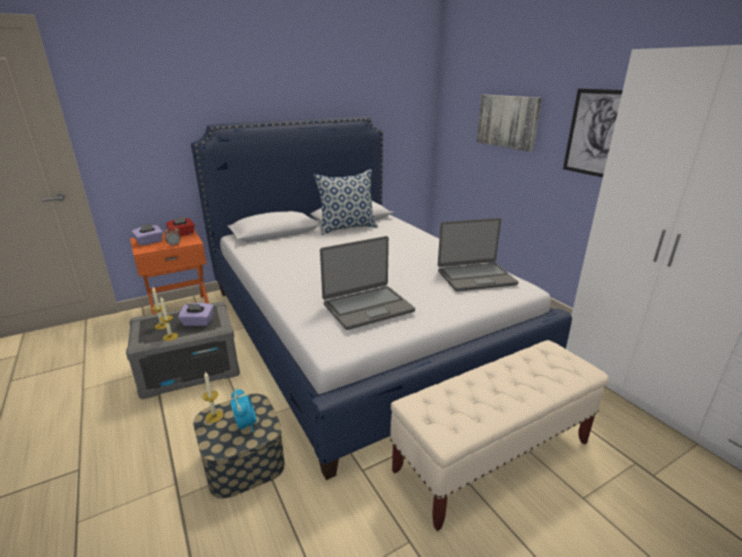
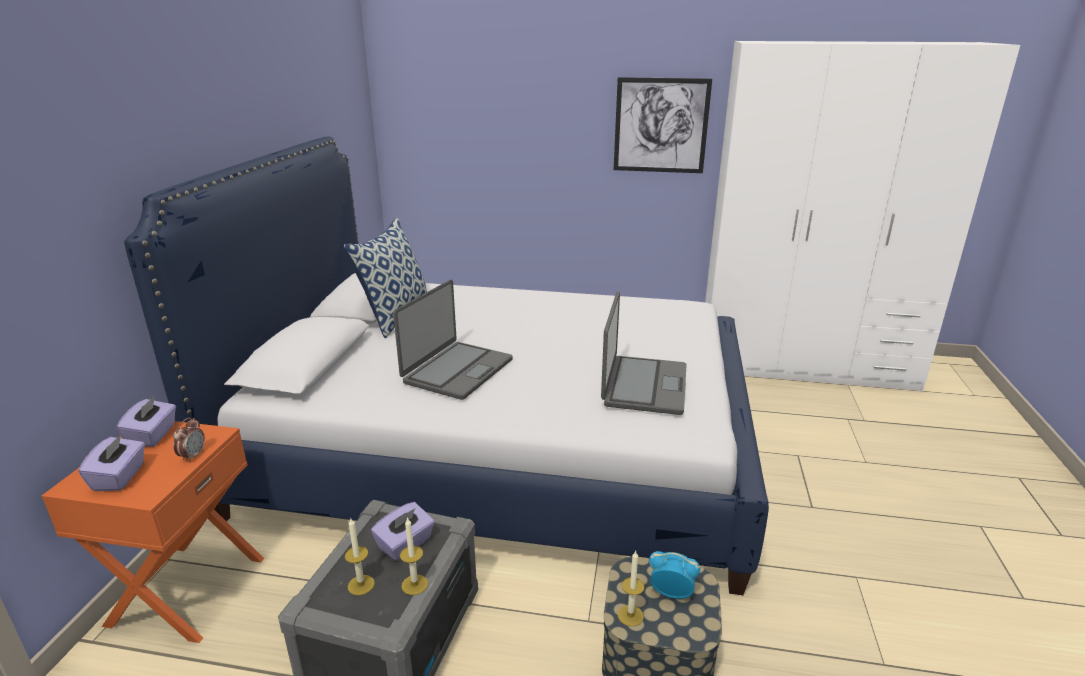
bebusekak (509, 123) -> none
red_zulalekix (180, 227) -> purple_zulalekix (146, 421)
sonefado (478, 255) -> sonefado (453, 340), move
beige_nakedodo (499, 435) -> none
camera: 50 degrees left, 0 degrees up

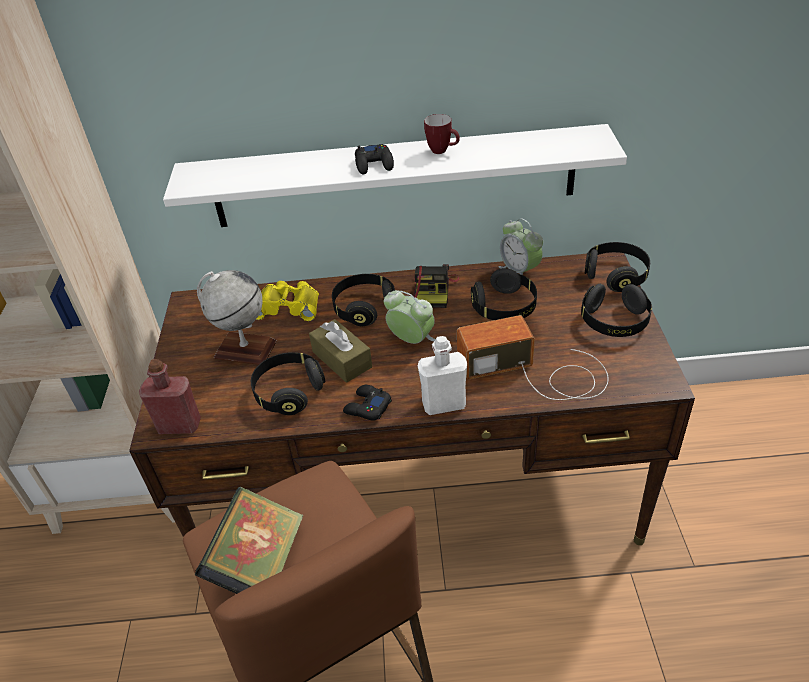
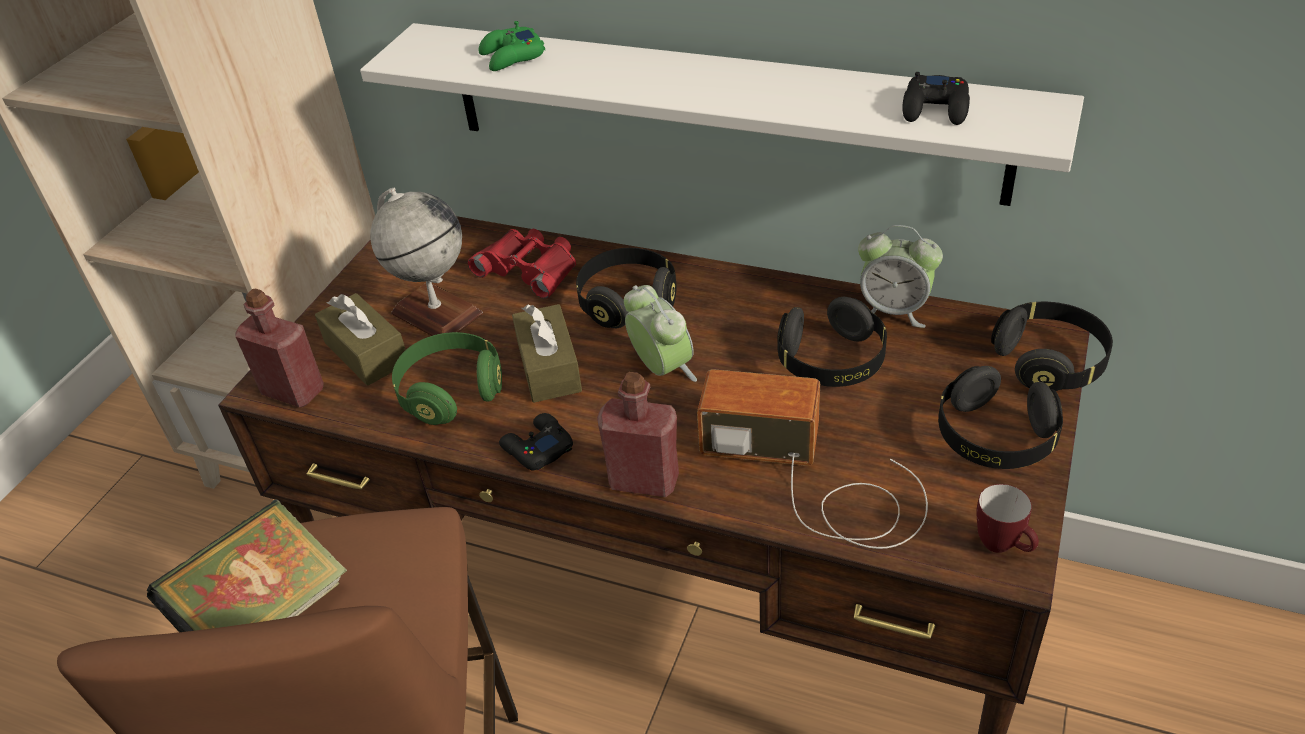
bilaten (442, 134) -> bilaten (1007, 518), move
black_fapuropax (374, 159) -> black_fapuropax (936, 98), move
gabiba (520, 246) -> gabiba (900, 276), 60 degrees counterclockwise
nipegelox (436, 286) -> none
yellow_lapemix (287, 301) -> red_lapemix (522, 264)
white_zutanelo (442, 375) -> red_zutanelo (638, 434)
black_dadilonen (288, 383) -> green_dadilonen (447, 378)
none -> green_fapuropax (511, 46)
none -> brown_zulalekix (360, 339)
camera: 25 degrees right, 0 degrees up

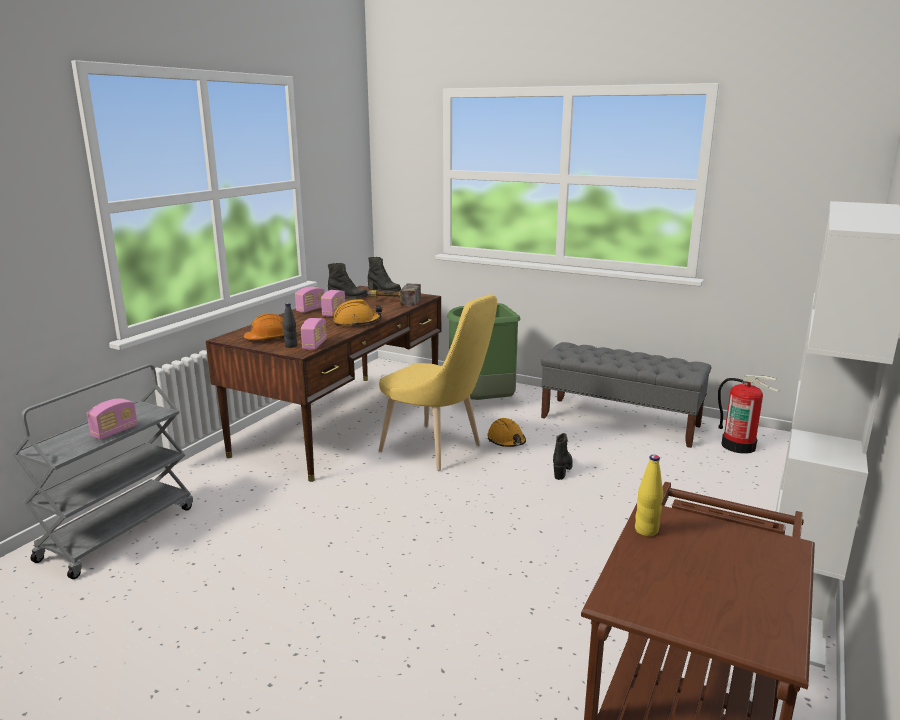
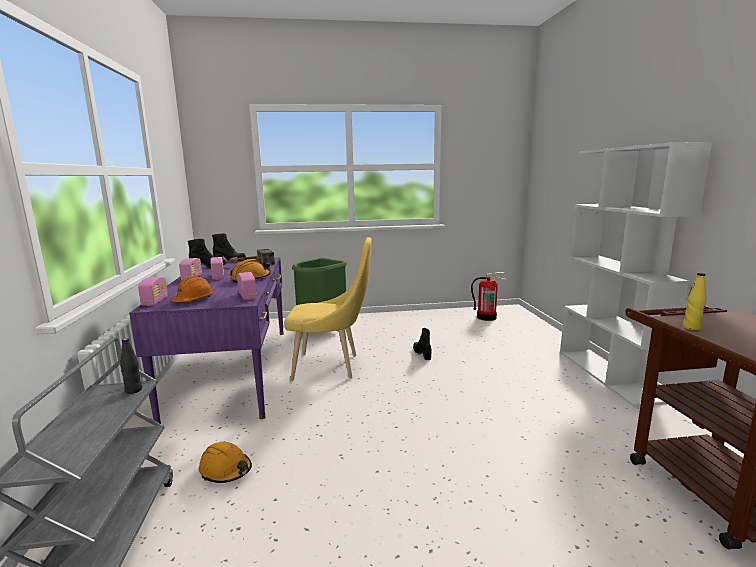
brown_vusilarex (323, 384) -> purple_vusilarex (206, 340)
black_zutanelo (290, 325) -> black_zutanelo (131, 366), move
grey_nakedodo (626, 395) -> none
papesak (112, 419) -> papesak (153, 291), move
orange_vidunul (506, 432) -> orange_vidunul (225, 462), move
camera: 35 degrees left, 5 degrees down

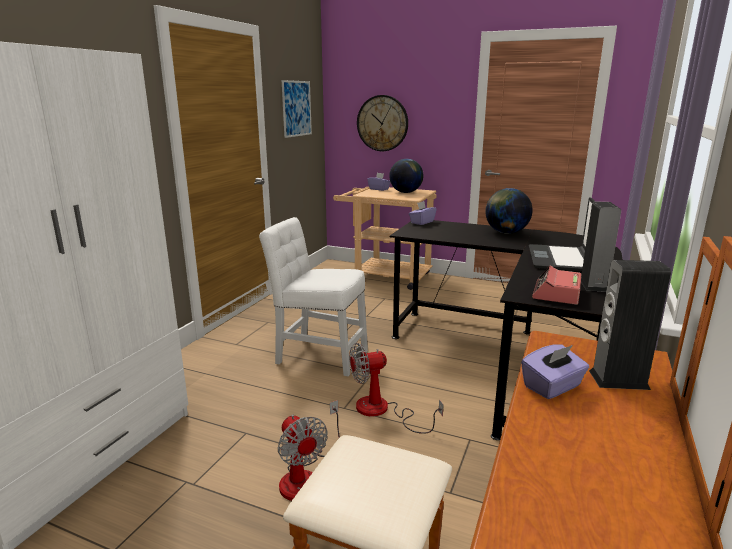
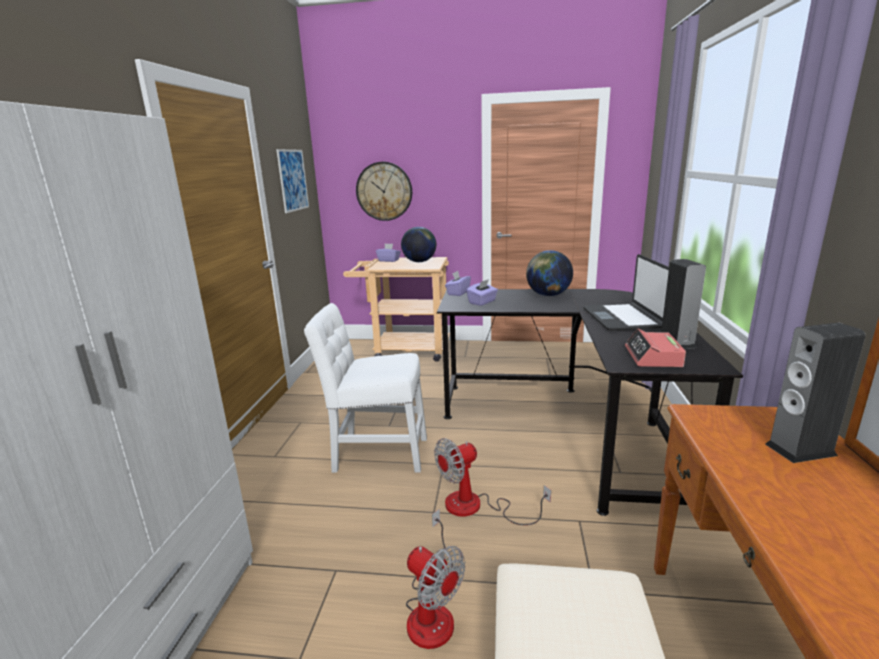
purple_zulalekix (555, 371) -> purple_zulalekix (482, 292), move
camera: 15 degrees left, 0 degrees up

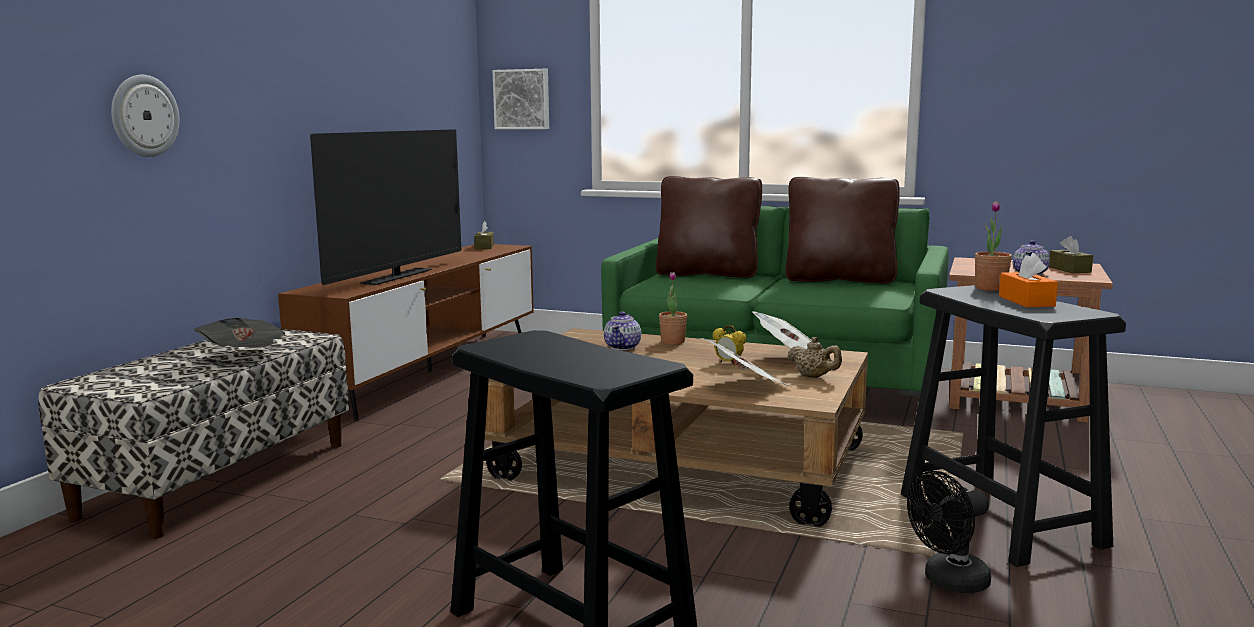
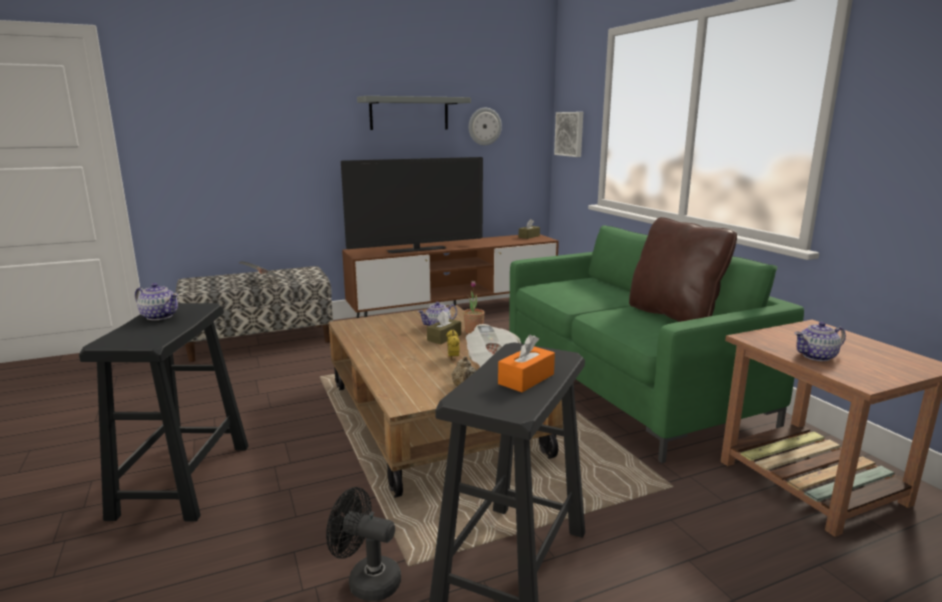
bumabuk (145, 116) -> bumabuk (485, 126), move
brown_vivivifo (709, 227) -> none
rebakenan (993, 246) -> none
brown_zulalekix (1071, 254) -> brown_zulalekix (444, 327), move
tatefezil (746, 362) -> none
none -> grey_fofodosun (414, 113)
none -> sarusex (156, 301)
camera: 45 degrees right, 5 degrees up

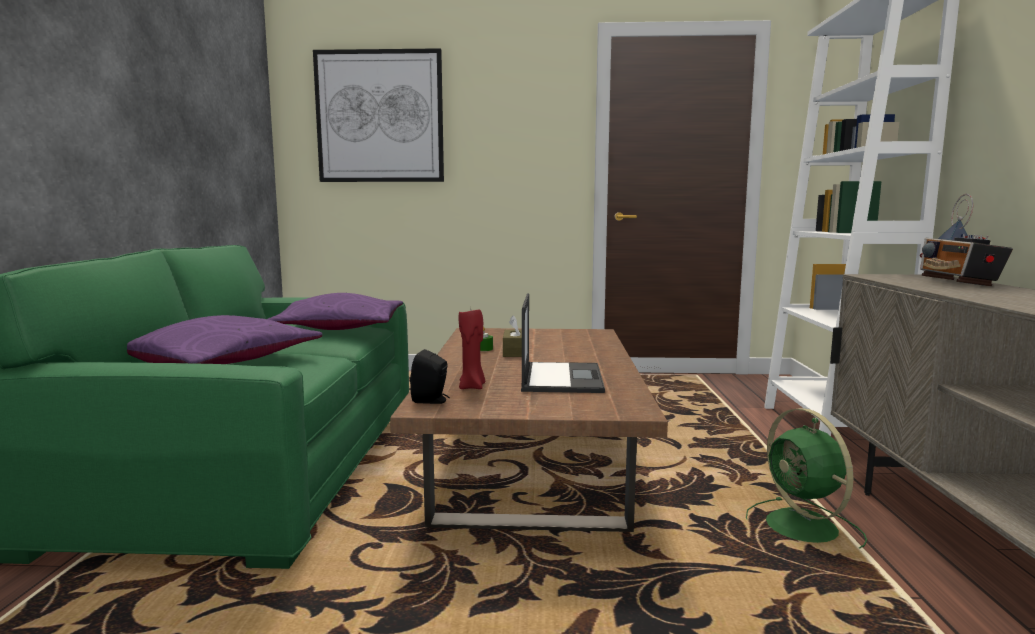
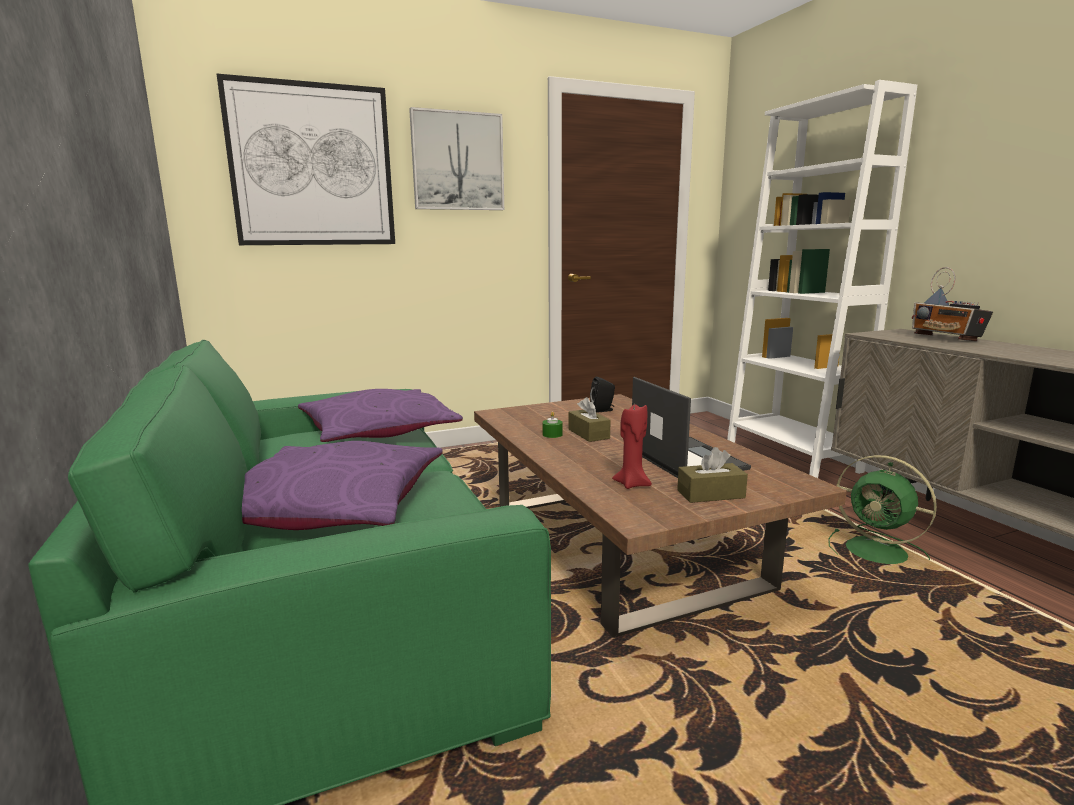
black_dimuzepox (430, 376) -> black_dimuzepox (602, 394), move
none -> bebusekak (456, 158)
none -> brown_zulalekix (712, 475)
camera: 25 degrees left, 5 degrees up

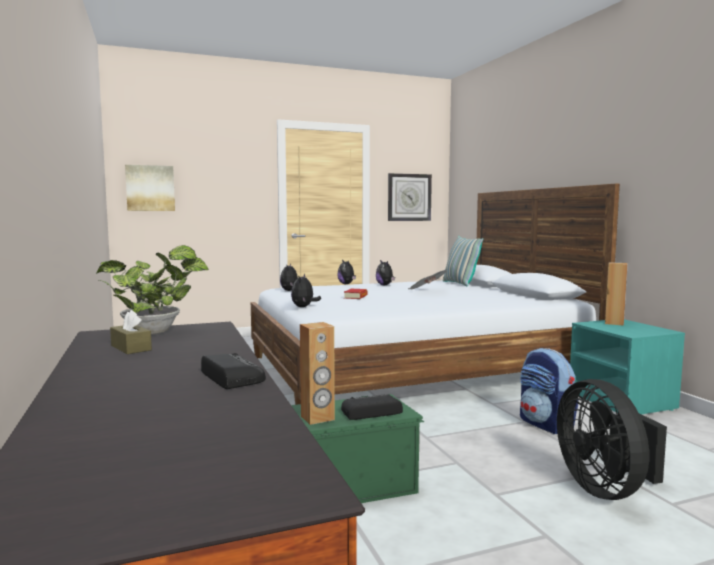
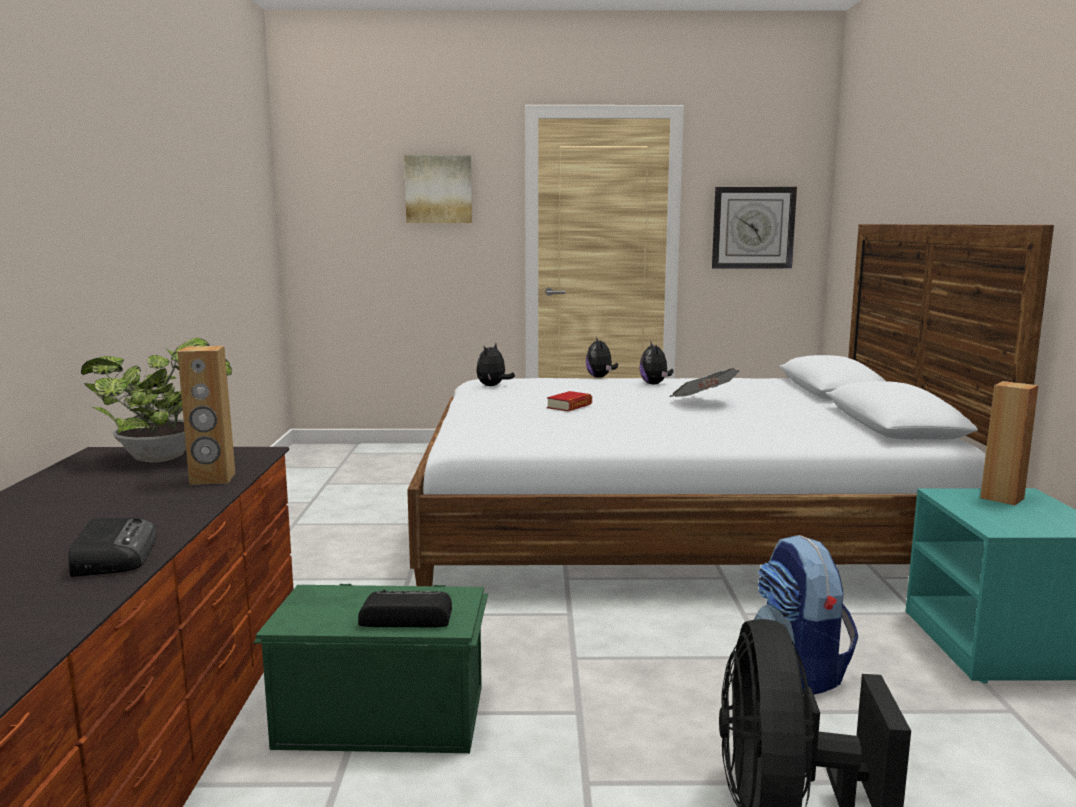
bebusekak (150, 188) -> bebusekak (438, 189), move
vivivifo (463, 261) -> none
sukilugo (306, 290) -> none
brown_zulalekix (131, 332) -> none
brown_dimuzepox (317, 373) -> brown_dimuzepox (206, 415), move
camera: 20 degrees right, 5 degrees up

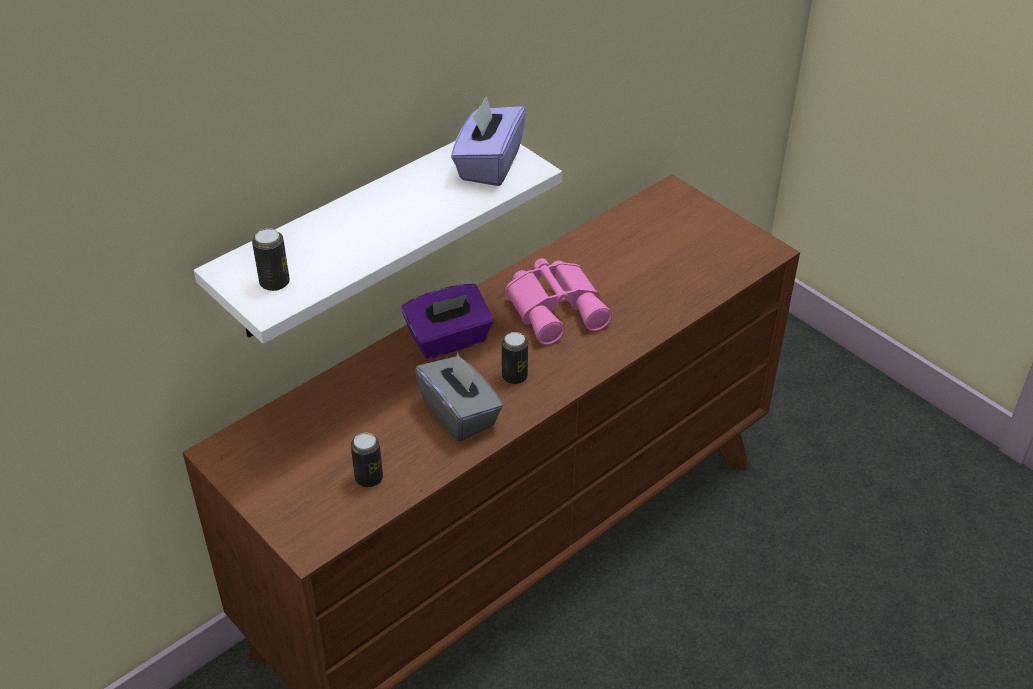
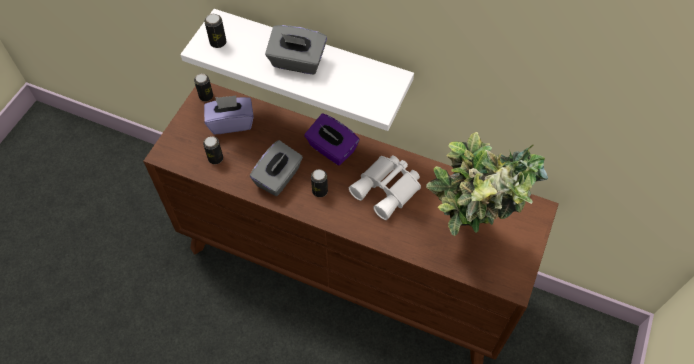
purple_zulalekix (488, 141) -> purple_zulalekix (229, 114), move
pink_lapemix (558, 301) -> white_lapemix (385, 187)
none -> grey_zulalekix (296, 50)
none -> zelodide (203, 87)
none -> rebakenan (487, 184)
camera: 65 degrees right, 15 degrees up

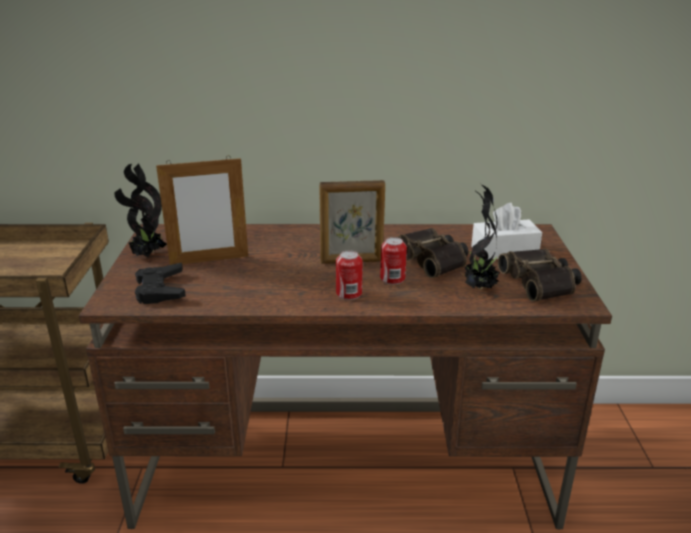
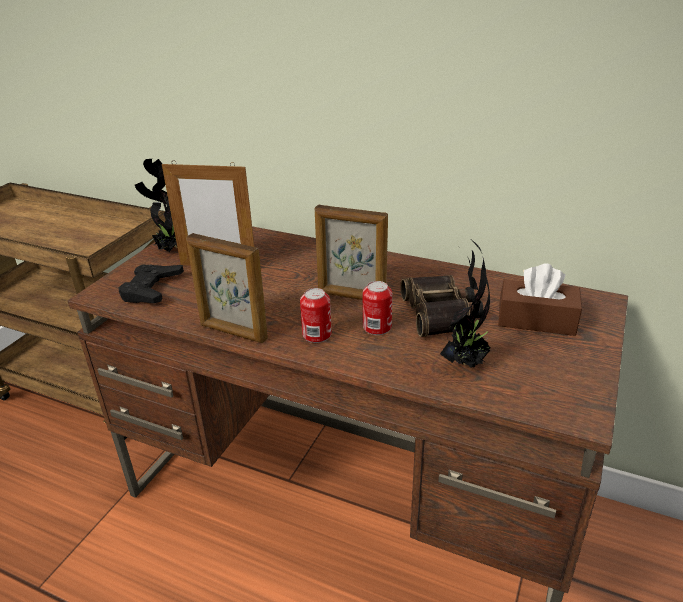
white_zulalekix (506, 231) -> brown_zulalekix (540, 300)
lapemix (540, 275) -> none
none -> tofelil (227, 288)
camera: 25 degrees right, 5 degrees up

